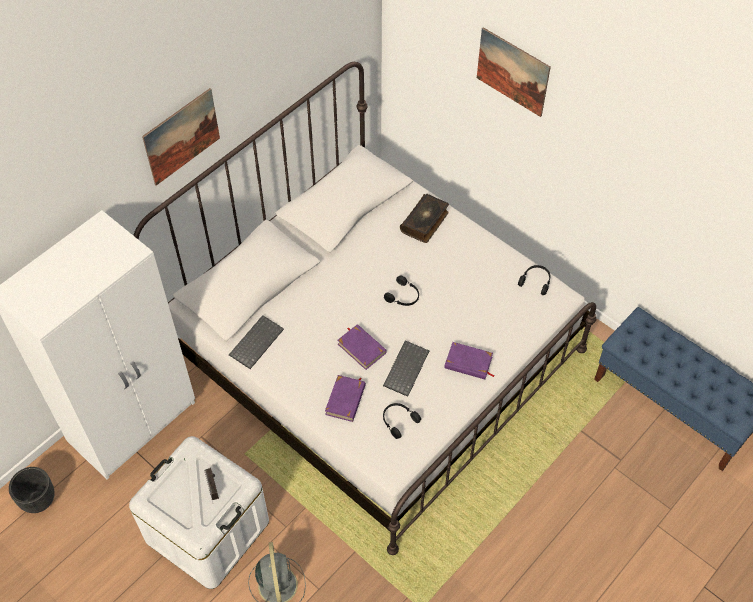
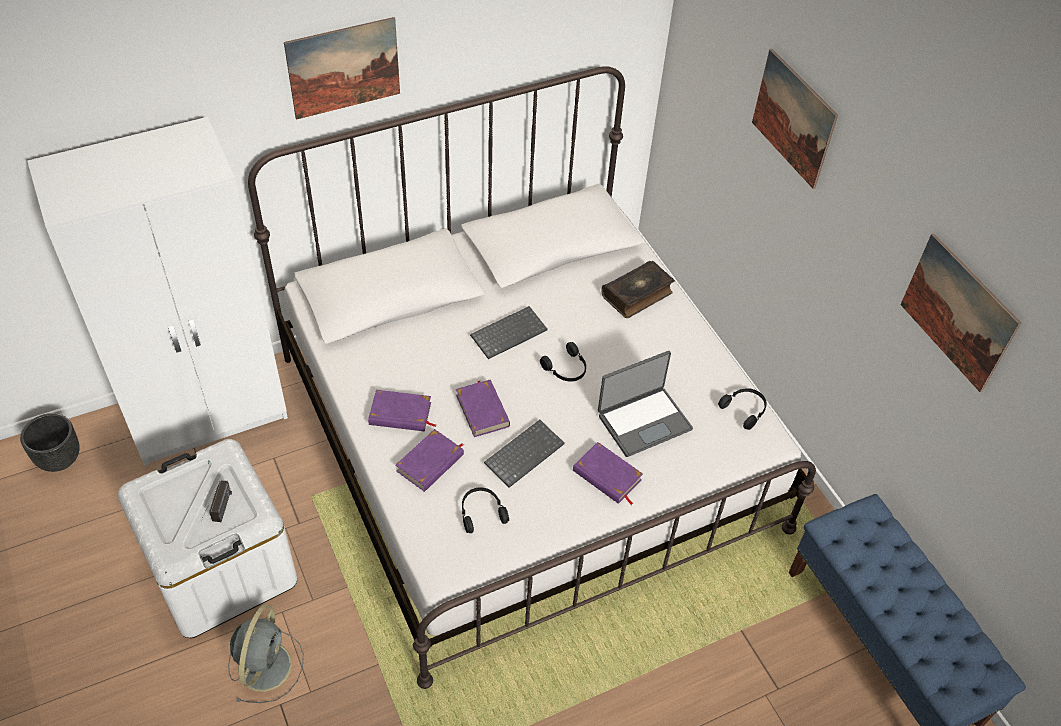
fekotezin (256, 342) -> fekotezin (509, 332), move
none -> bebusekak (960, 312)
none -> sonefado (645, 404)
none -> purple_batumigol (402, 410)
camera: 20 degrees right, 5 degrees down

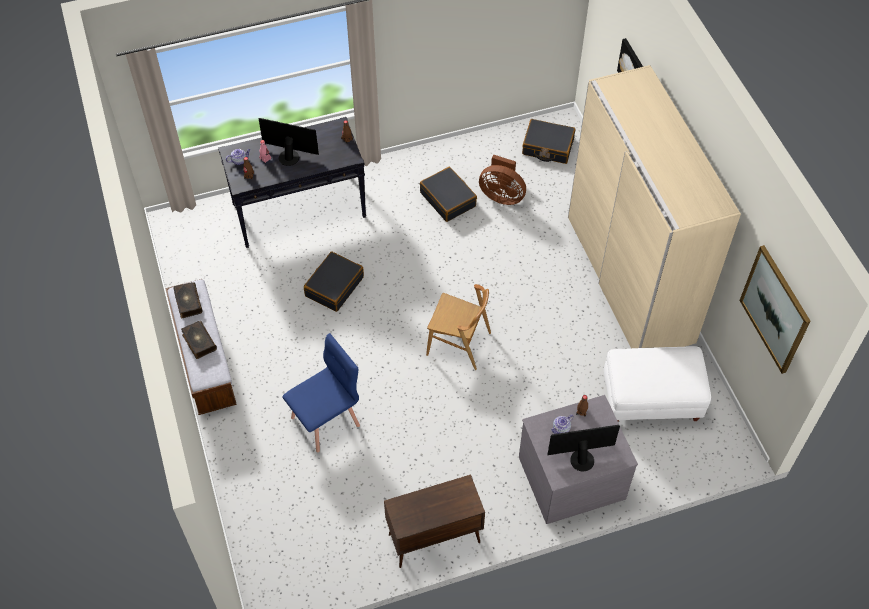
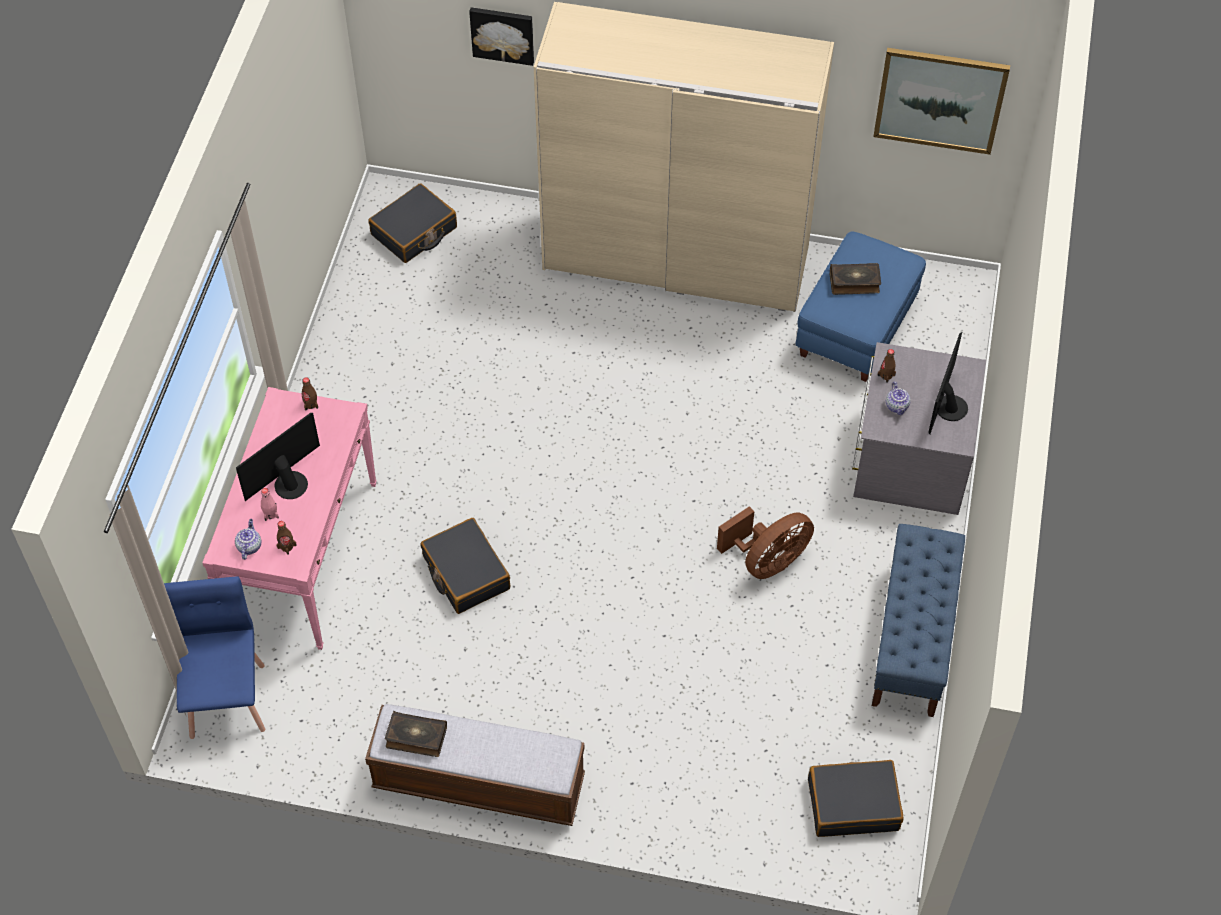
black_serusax (292, 182) -> pink_serusax (289, 518)
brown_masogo (502, 179) -> brown_masogo (765, 542), move
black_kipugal (448, 194) -> black_kipugal (856, 798), move
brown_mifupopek (458, 327) -> none
batumigol (199, 340) -> batumigol (855, 279), move
blue_mifupopek (321, 393) -> blue_mifupopek (214, 657), move
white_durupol (657, 383) -> blue_durupol (861, 307)
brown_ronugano (434, 521) -> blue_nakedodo (918, 620)
camera: 60 degrees left, 0 degrees up

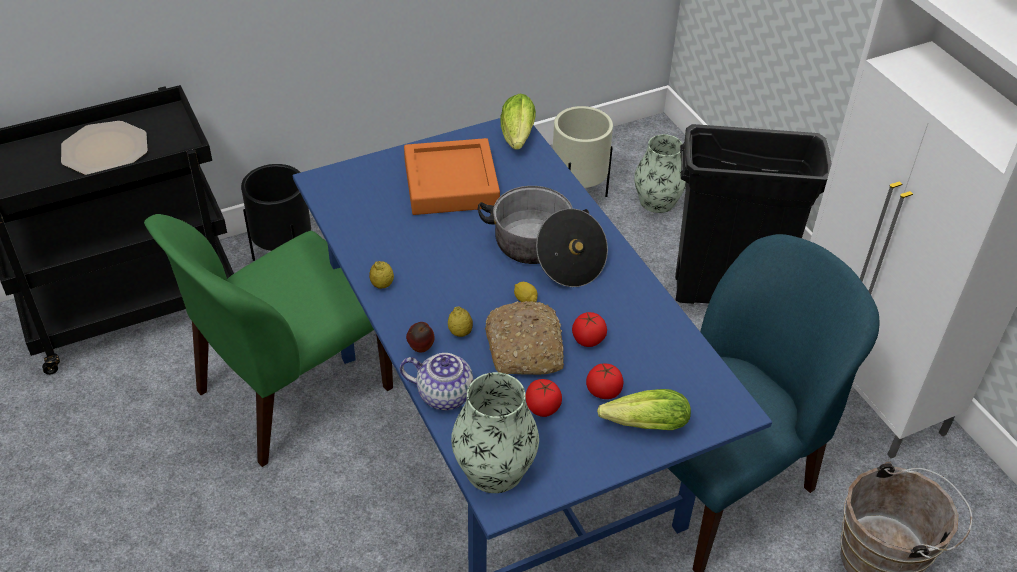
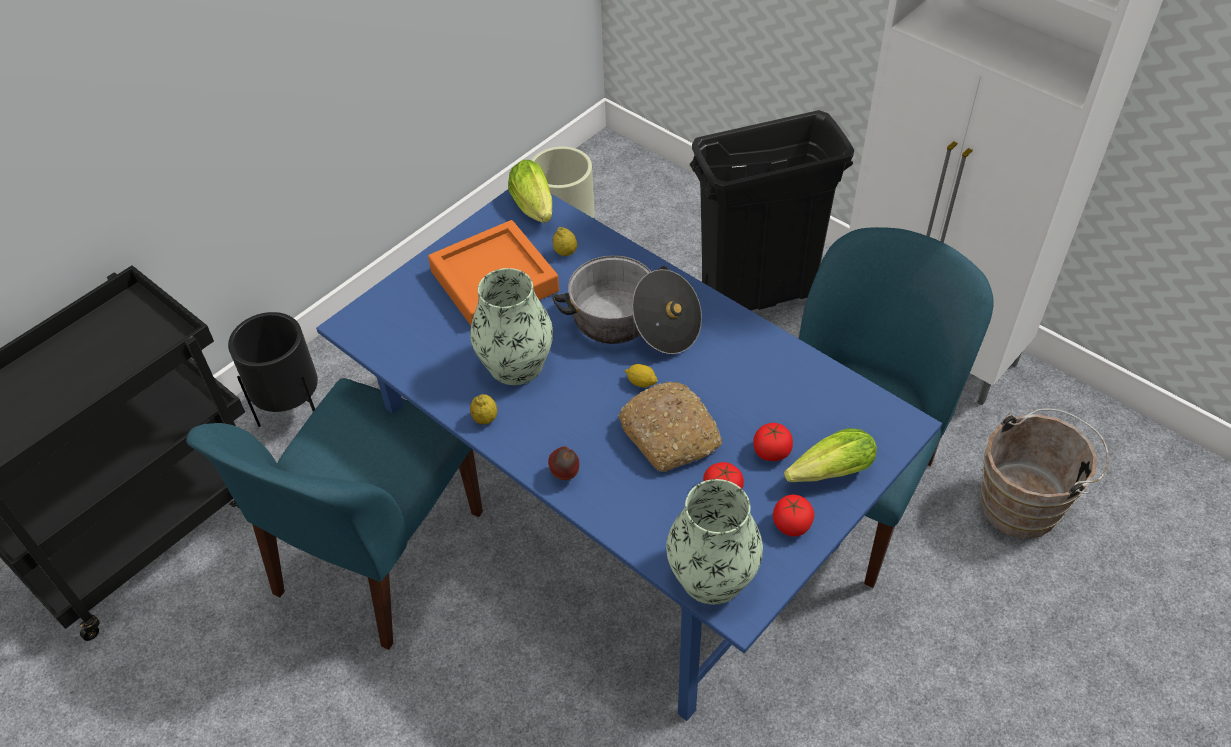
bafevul (104, 148) -> none
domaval (660, 173) -> domaval (511, 326), move
green_mifupopek (268, 340) -> blue_mifupopek (334, 514)
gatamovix (460, 321) -> gatamovix (565, 241), move
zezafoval (589, 329) -> zezafoval (793, 515), move
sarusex (437, 381) -> none
camera: 20 degrees left, 5 degrees up

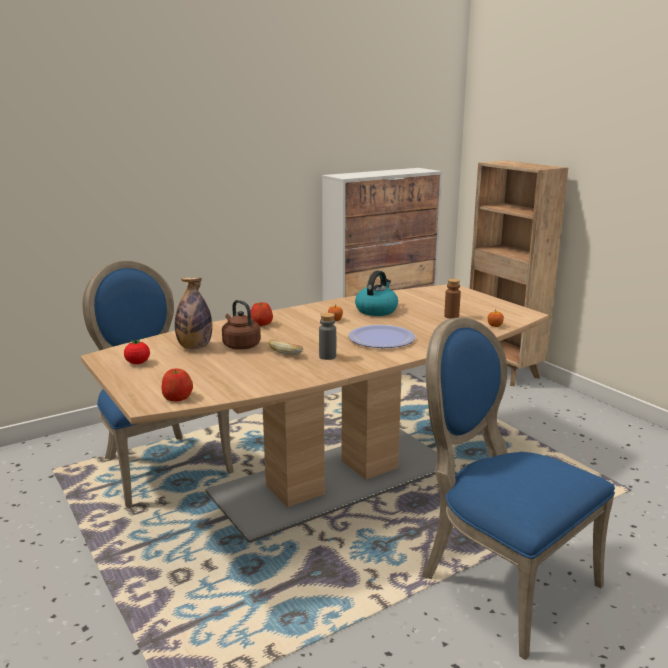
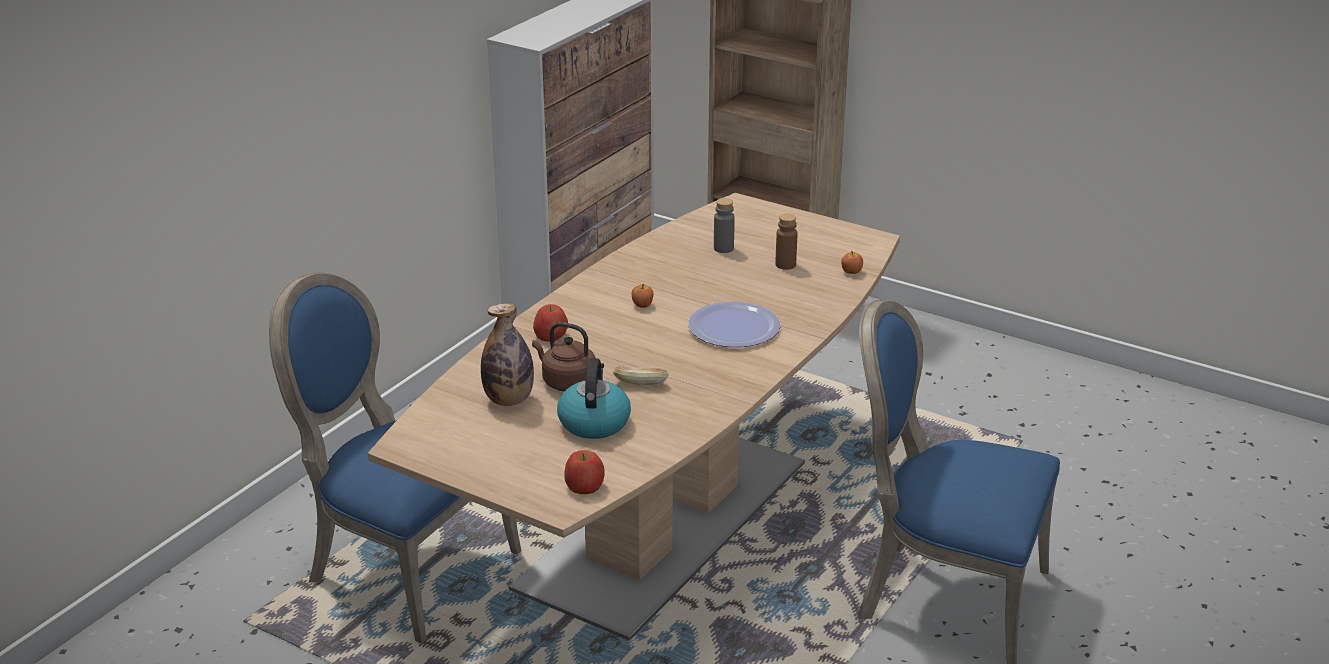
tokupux (376, 293) -> tokupux (594, 398), move
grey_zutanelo (327, 336) -> grey_zutanelo (724, 225), move
zezafoval (137, 351) -> none
camera: 25 degrees left, 10 degrees up

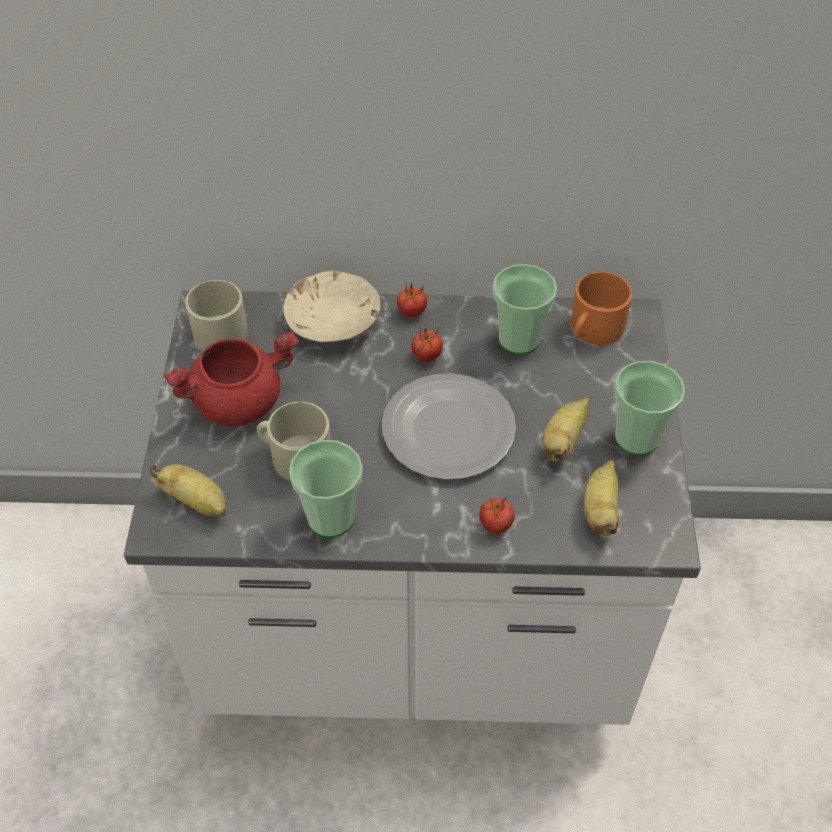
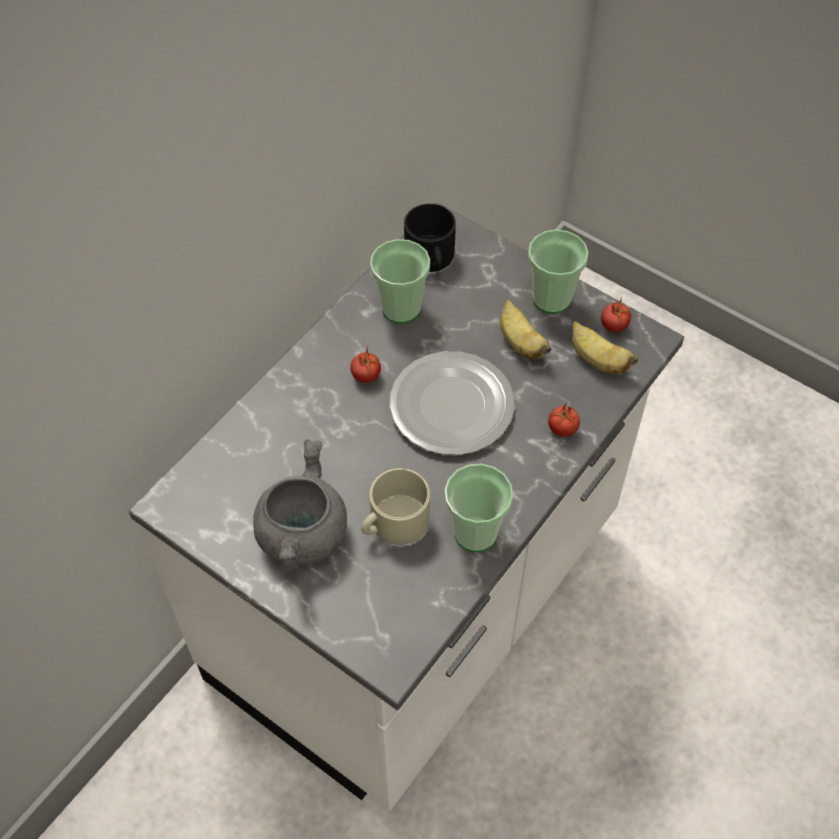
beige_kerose (332, 306) -> none
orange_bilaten (601, 308) -> black_bilaten (430, 238)
beige_bilaten (216, 315) -> none
zezafoval (412, 300) -> zezafoval (616, 314), move
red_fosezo (231, 378) -> grey_fosezo (300, 503)
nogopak (188, 490) -> none
camera: 55 degrees left, 5 degrees up

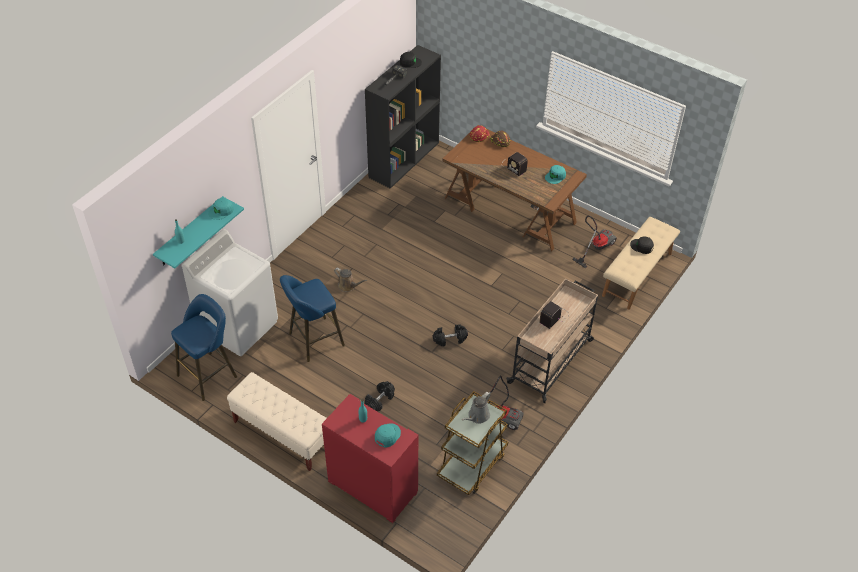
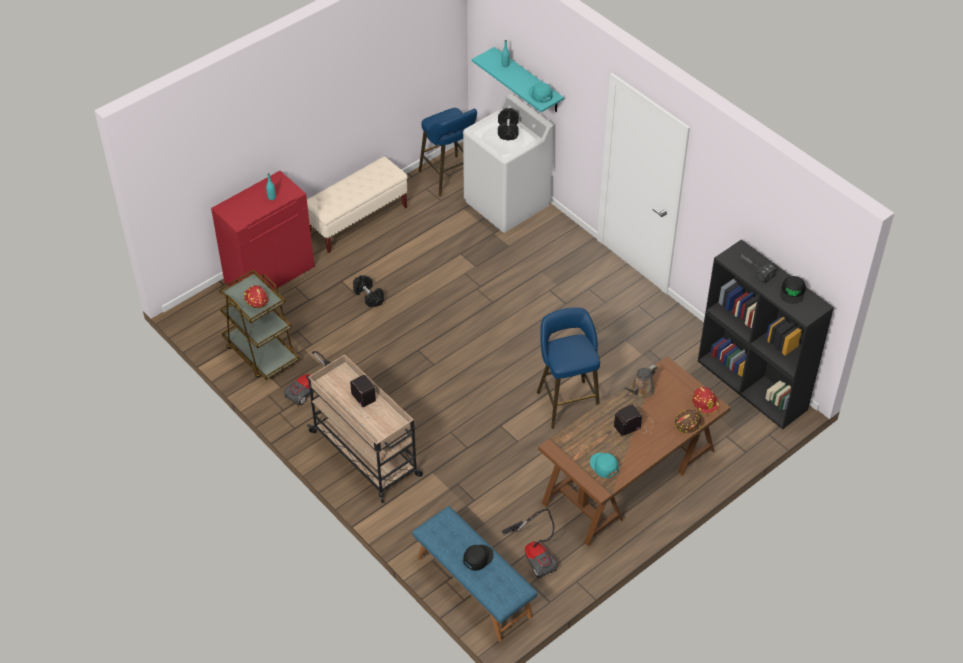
beige_nakedodo (641, 263) -> blue_nakedodo (474, 574)
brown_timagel (350, 280) -> brown_timagel (639, 381), move
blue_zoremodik (312, 318) -> blue_zoremodik (568, 368), move
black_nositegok (450, 335) -> black_nositegok (508, 124), move
grey_timagel (476, 408) -> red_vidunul (256, 296)
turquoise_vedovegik (388, 435) -> none
camera: 105 degrees right, 0 degrees up

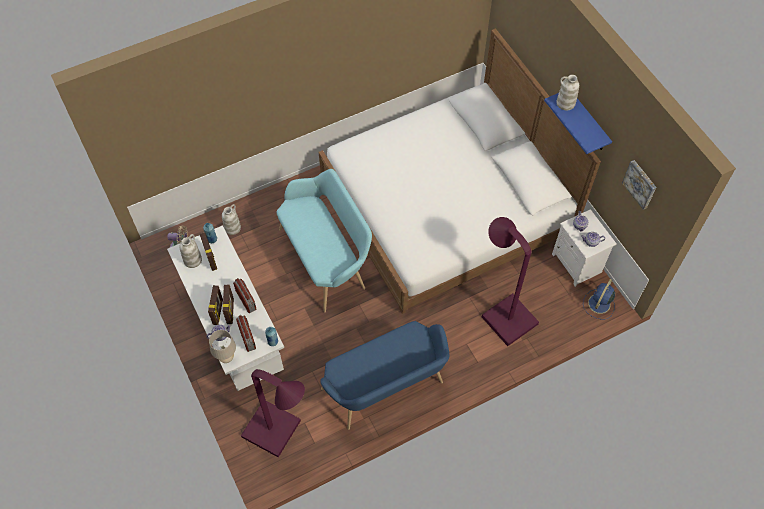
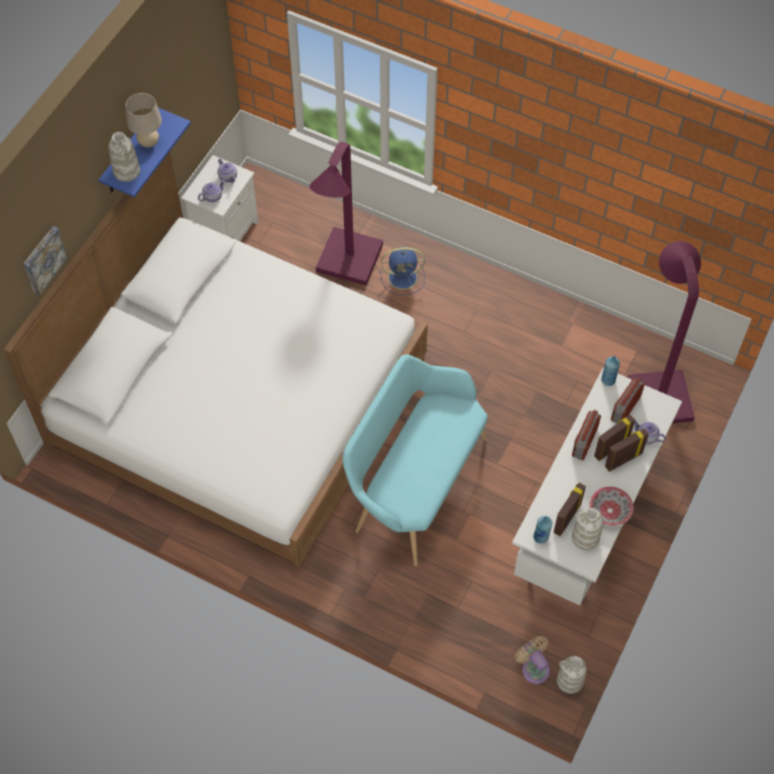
bebusekak (639, 185) -> bebusekak (45, 261), move
white_domaval (231, 219) -> white_domaval (572, 675), move
blue_masogo (599, 299) -> blue_masogo (402, 270), move
blue_nakedodo (385, 375) -> none
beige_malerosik (222, 346) -> beige_malerosik (143, 120), move
none -> kerose (611, 506)
camera: 125 degrees left, 0 degrees up

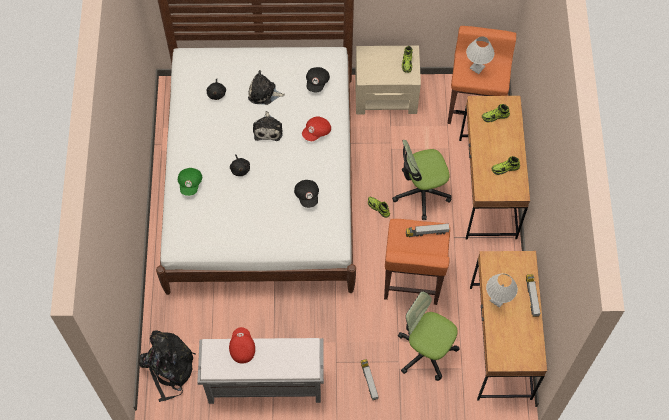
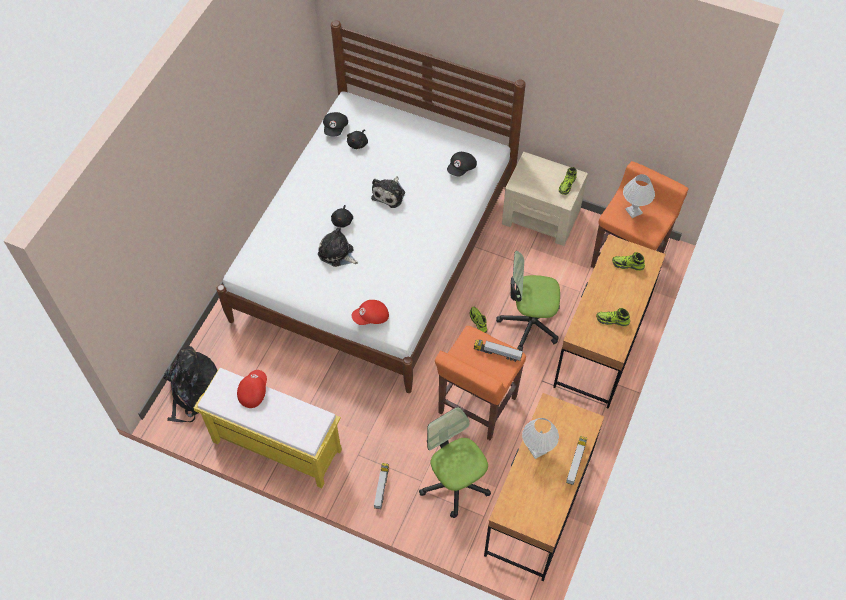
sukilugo (266, 87) -> sukilugo (338, 247), move
red_vedovegik (316, 129) -> red_vedovegik (370, 312), move
green_vedovegik (190, 182) -> none
black_vedovegik (306, 194) -> black_vedovegik (335, 124), move
grey_nakedodo (260, 371) -> yellow_nakedodo (268, 428)
camera: 25 degrees right, 5 degrees down

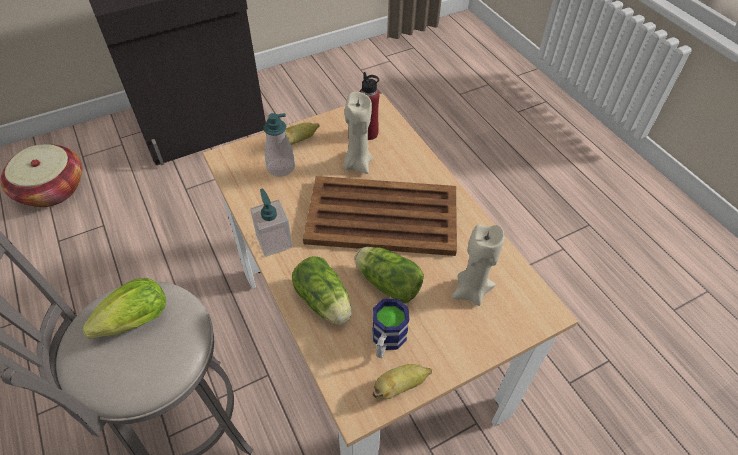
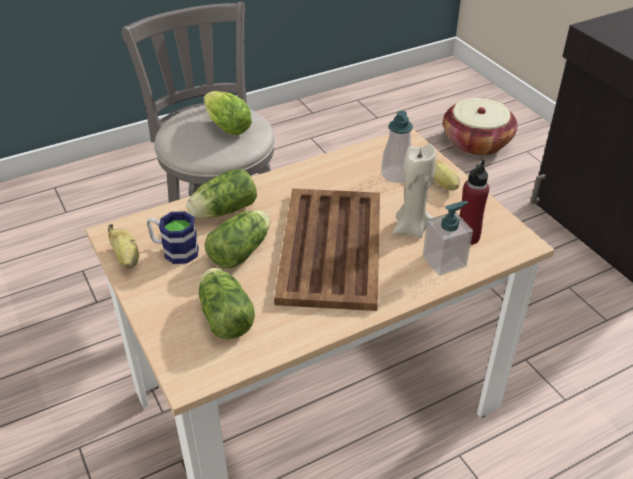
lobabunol (271, 222) -> lobabunol (448, 238), move
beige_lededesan (478, 265) -> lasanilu (227, 304)
camera: 90 degrees right, 10 degrees down

